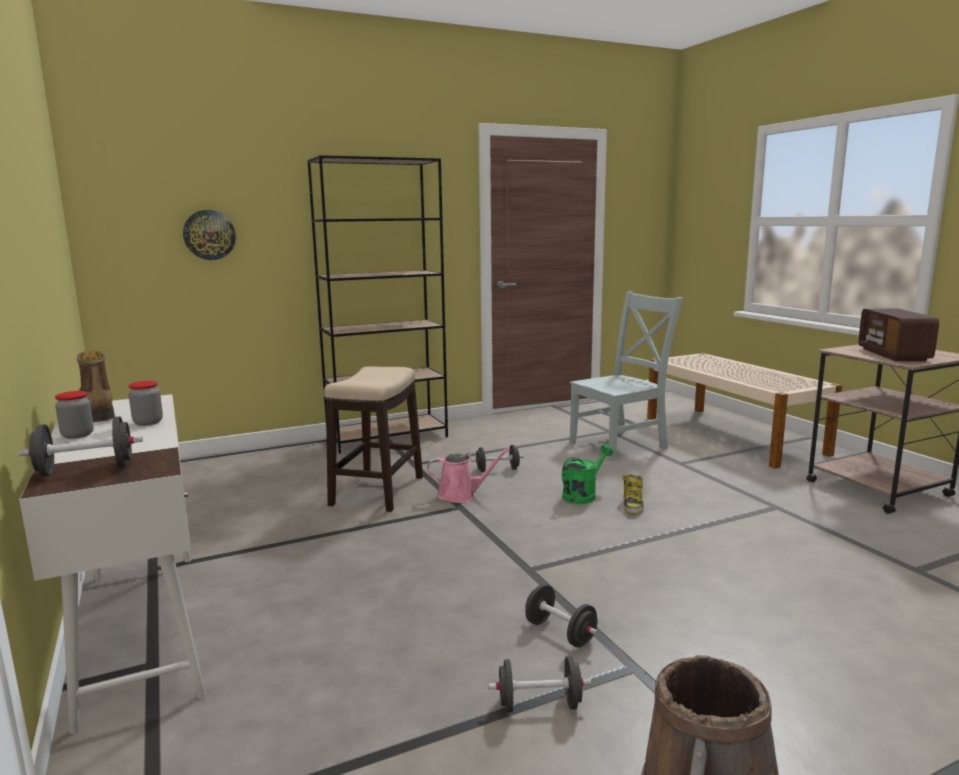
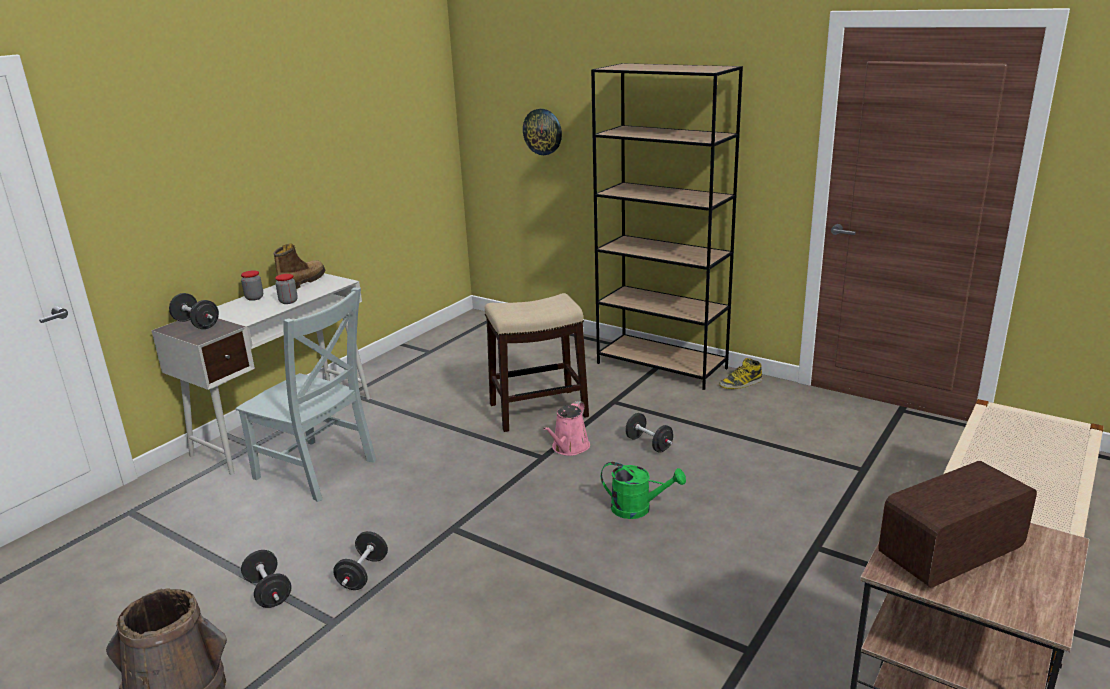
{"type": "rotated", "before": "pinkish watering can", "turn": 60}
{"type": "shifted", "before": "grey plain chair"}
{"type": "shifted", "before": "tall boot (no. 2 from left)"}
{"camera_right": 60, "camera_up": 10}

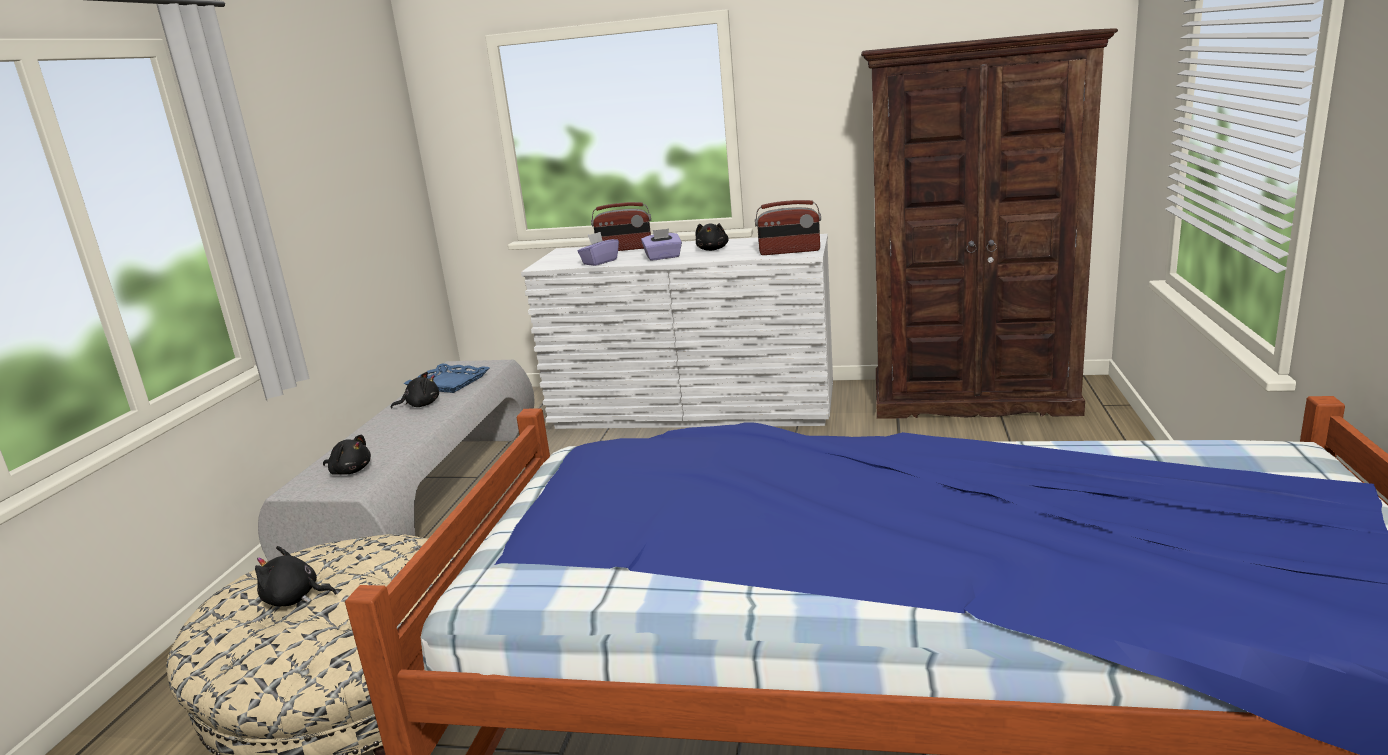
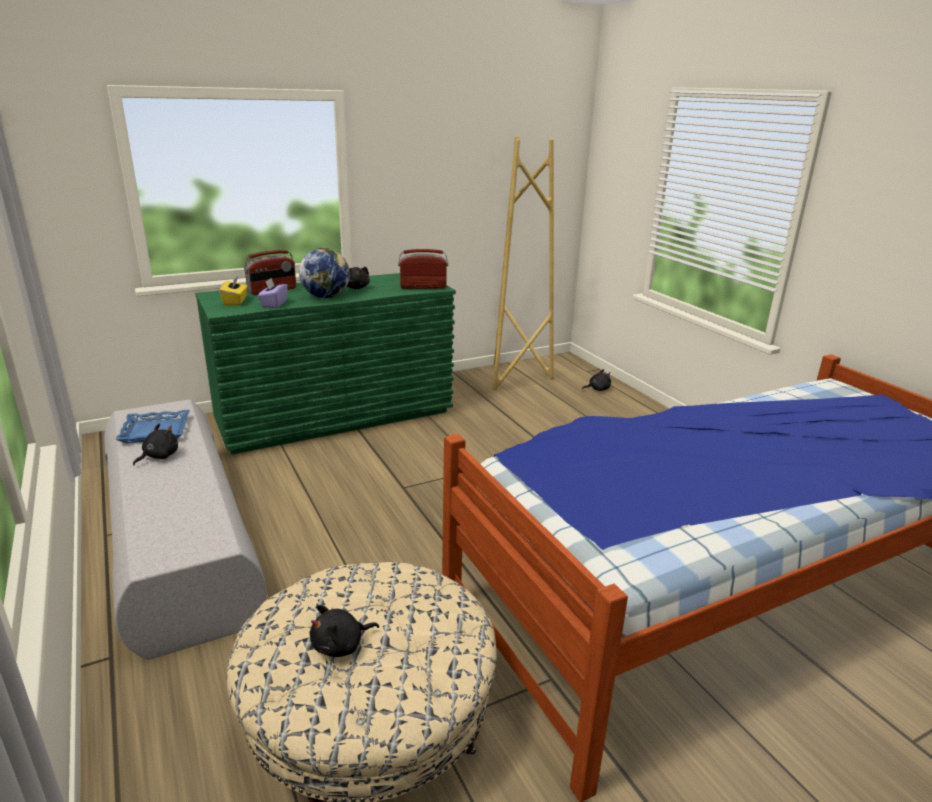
{"type": "shifted", "before": "black plush toy (no. 2 from left in the first image)", "after": "black plush toy (no. 4 from left)"}
{"type": "repainted", "before": "white-coloured dresser", "after": "green dresser"}
{"type": "swapped", "before": "purple-coloured box of tissues (no. 2 from left)", "after": "desk globe"}
{"type": "rotated", "before": "radio (no. 2 from left)", "turn": -150}
{"type": "swapped", "before": "brown-coloured armoire", "after": "yellowish garment stand"}
{"type": "new", "after": "yellowish box of tissues"}
{"camera_right": -40, "camera_up": 5}

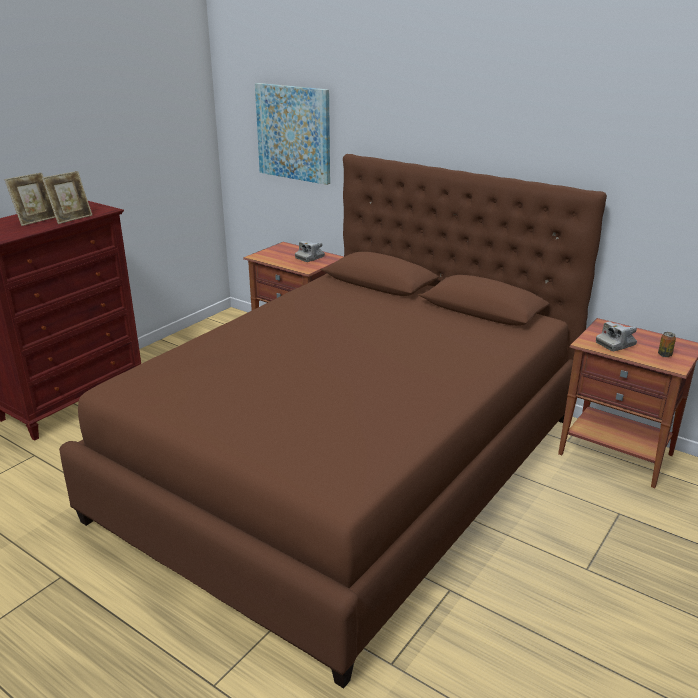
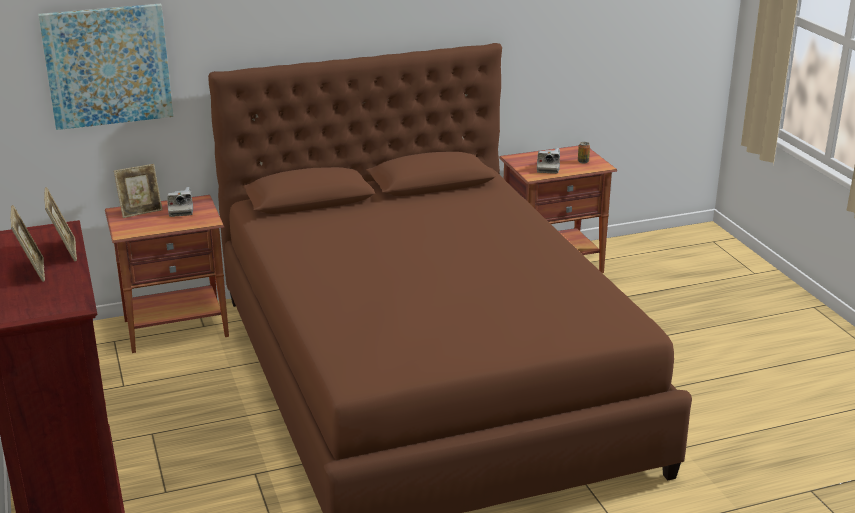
{"type": "new", "after": "photo frame (no. 3 from left)"}
{"camera_right": -55, "camera_up": 0}

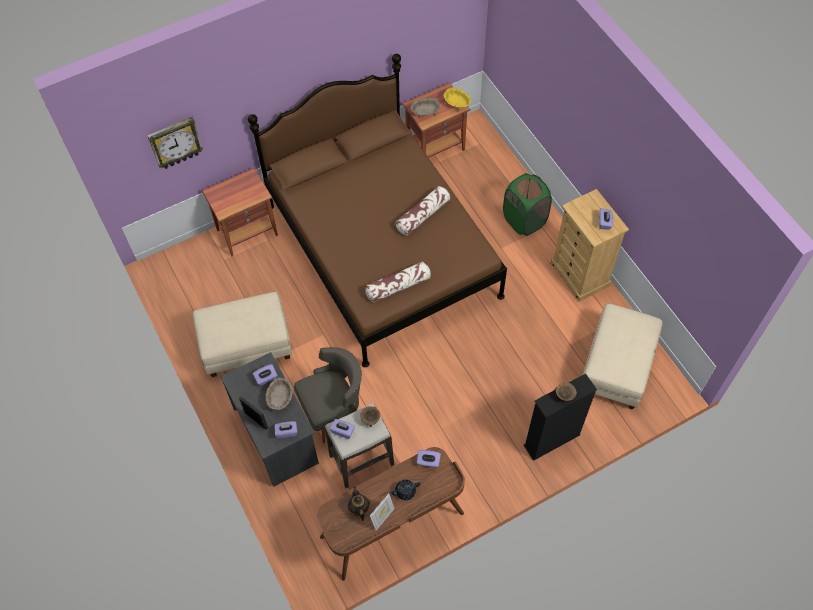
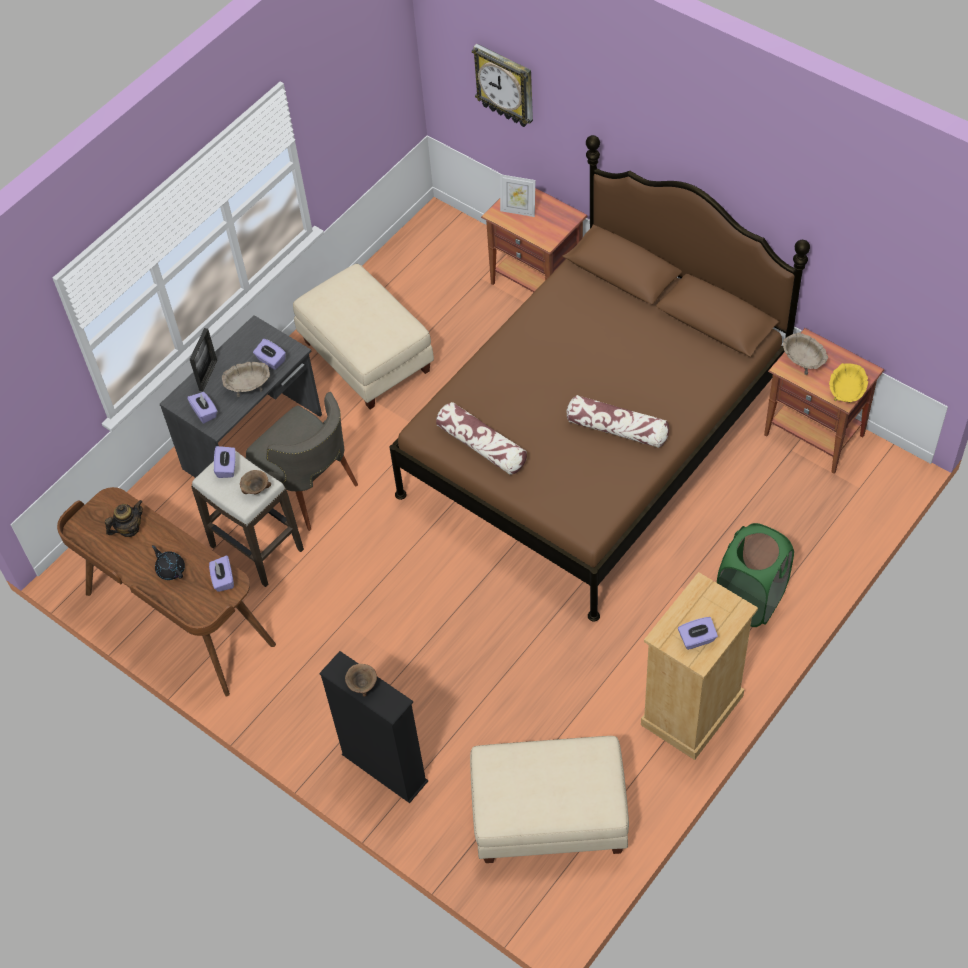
{"type": "shifted", "before": "photo frame (no. 2 from left)"}
{"camera_right": 70, "camera_up": -5}

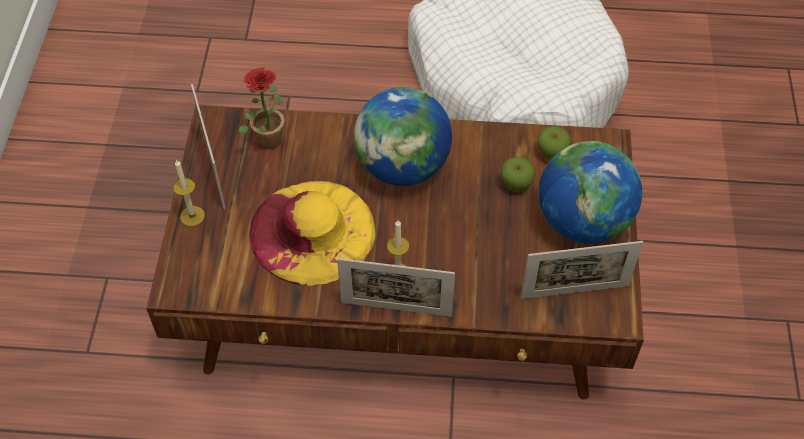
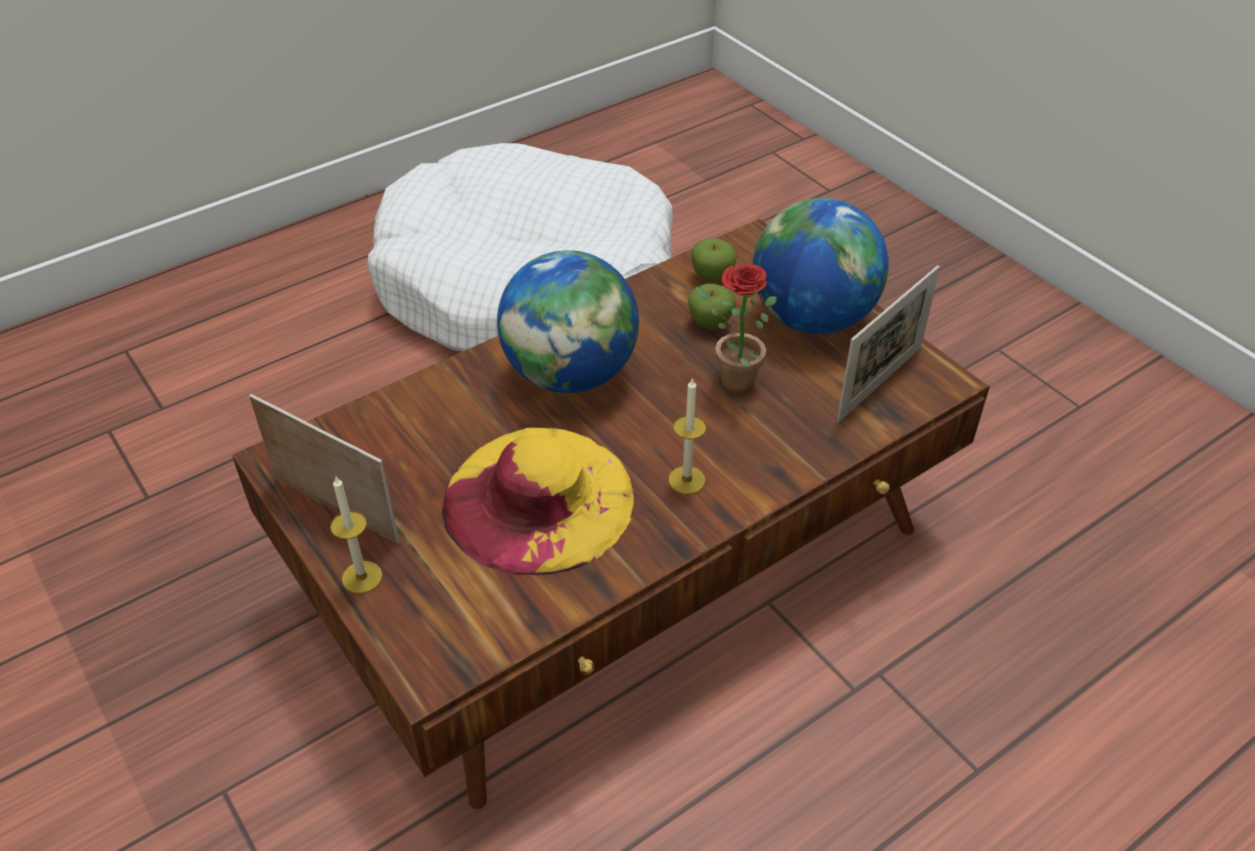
{"type": "shifted", "before": "potted plant"}
{"type": "gone", "before": "photo frame (no. 2 from left)"}
{"camera_right": -40, "camera_up": -10}

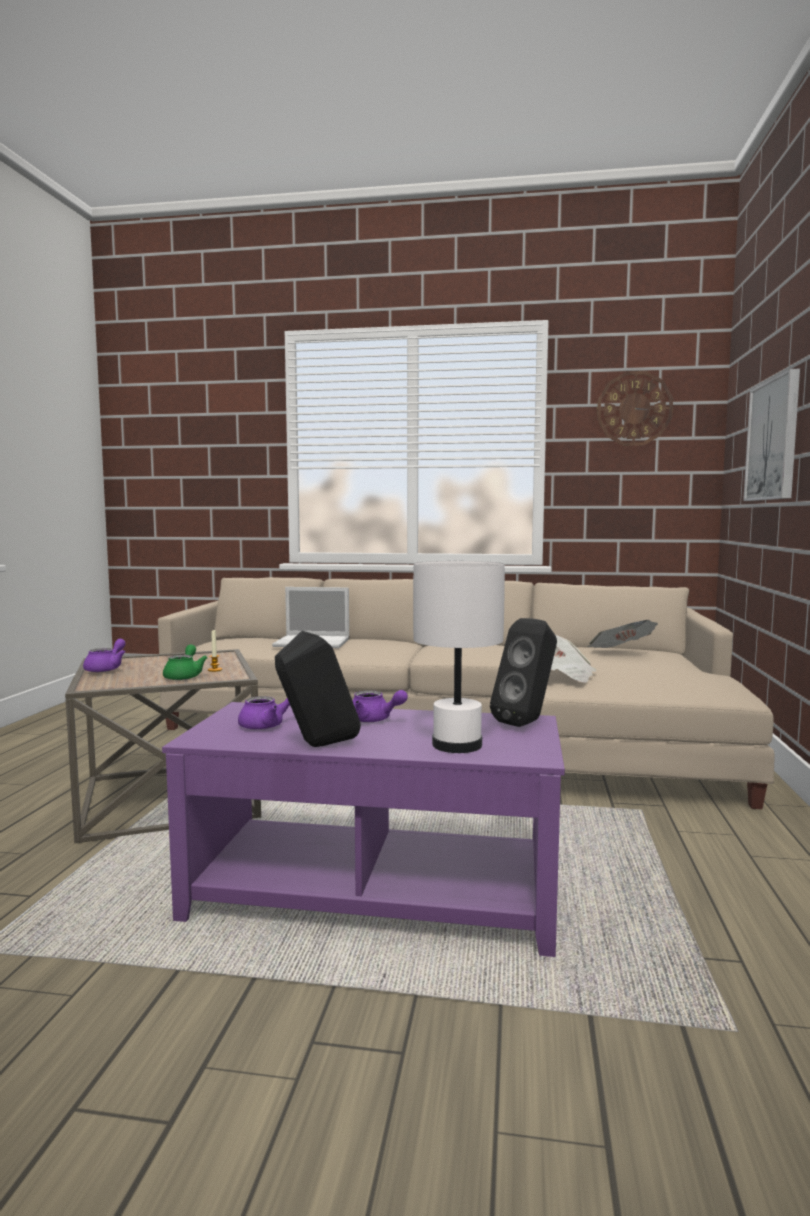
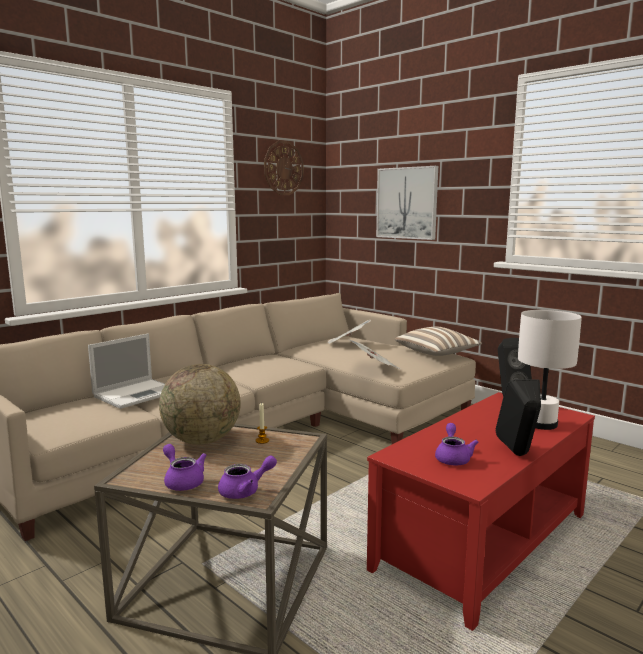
{"type": "repainted", "before": "purple-coloured low table", "after": "reddish low table"}
{"type": "gone", "before": "green pot for tea"}
{"type": "shifted", "before": "purple-coloured pot for tea (no. 3 from left in the first image)", "after": "purple-coloured pot for tea (no. 2 from left)"}
{"type": "new", "after": "desk globe"}
{"type": "new", "after": "pillow"}
{"camera_right": -55, "camera_up": 5}

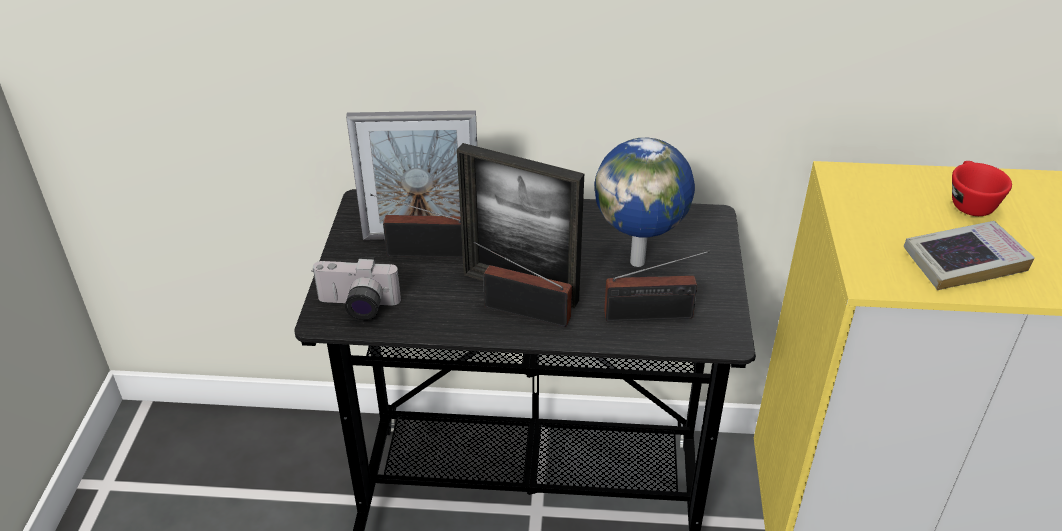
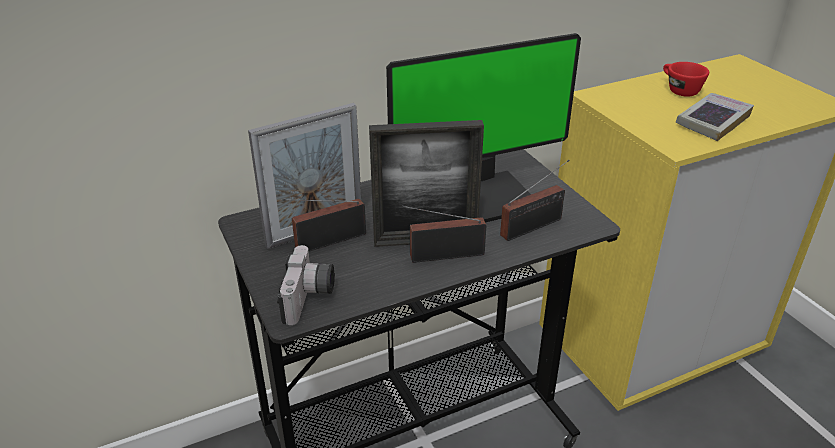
{"type": "rotated", "before": "photo camera", "turn": -60}
{"type": "swapped", "before": "desk globe", "after": "monitor"}
{"camera_right": -30, "camera_up": -5}

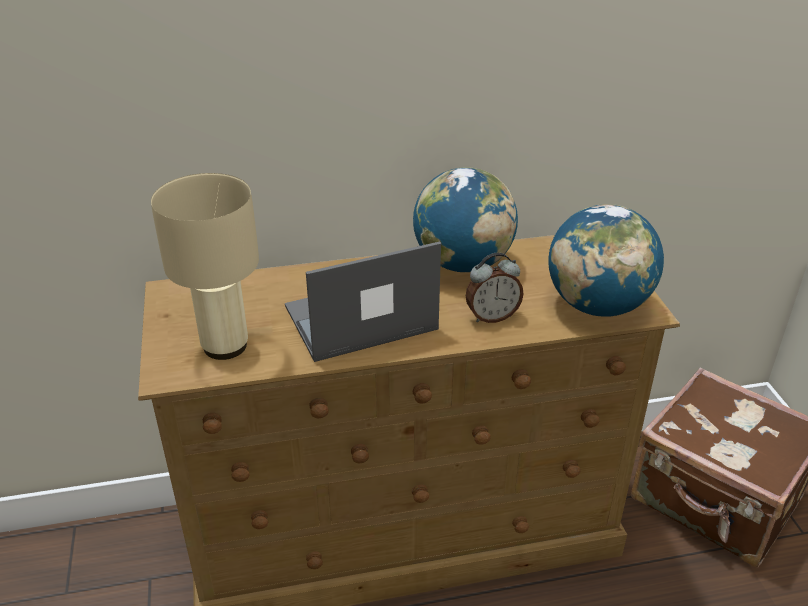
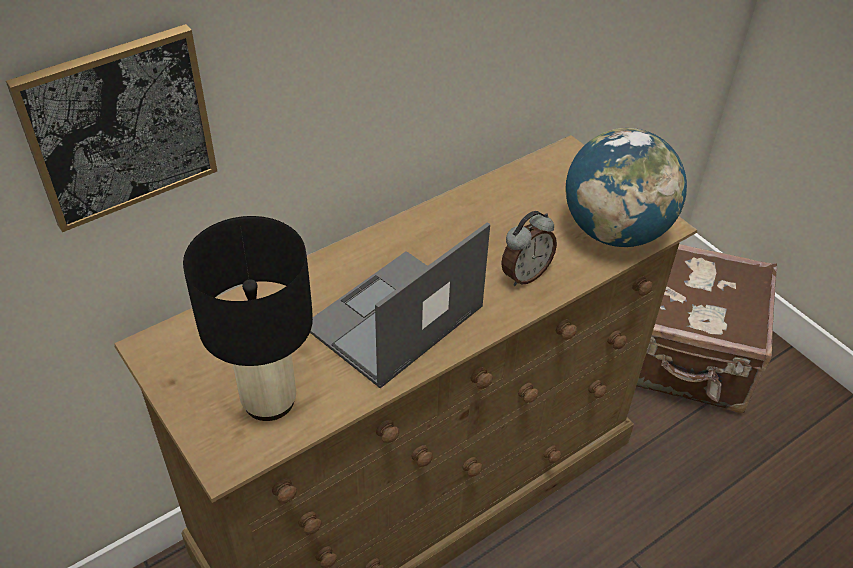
{"type": "repainted", "before": "sand-coloured lamp for a table", "after": "black lamp for a table"}
{"type": "gone", "before": "desk globe (no. 1 from left)"}
{"type": "new", "after": "wall picture"}
{"camera_right": -25, "camera_up": 10}

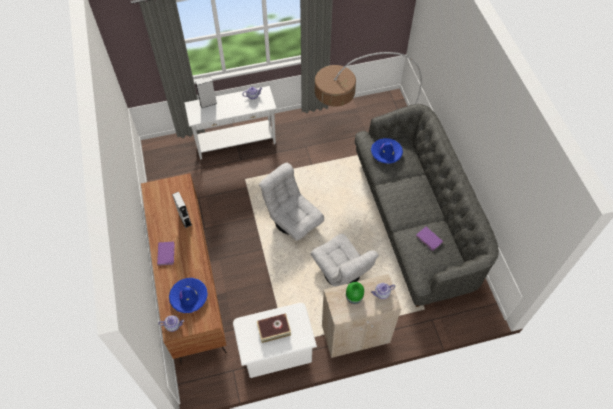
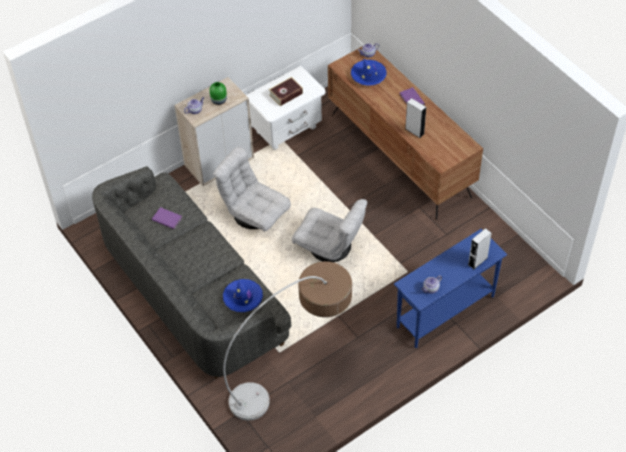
{"type": "repainted", "before": "white-coloured hall table", "after": "blue-coloured hall table"}
{"camera_right": 160, "camera_up": -5}

